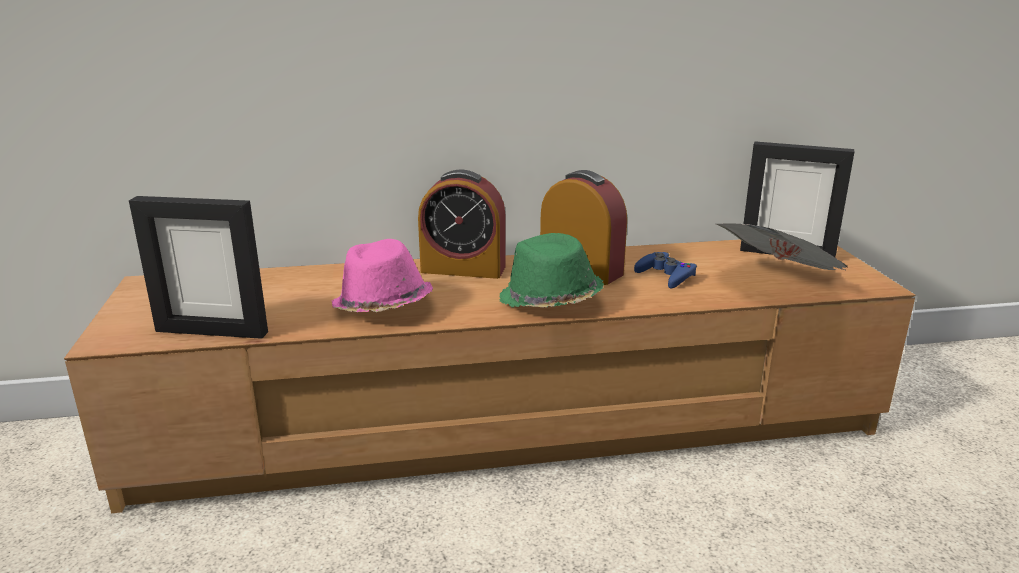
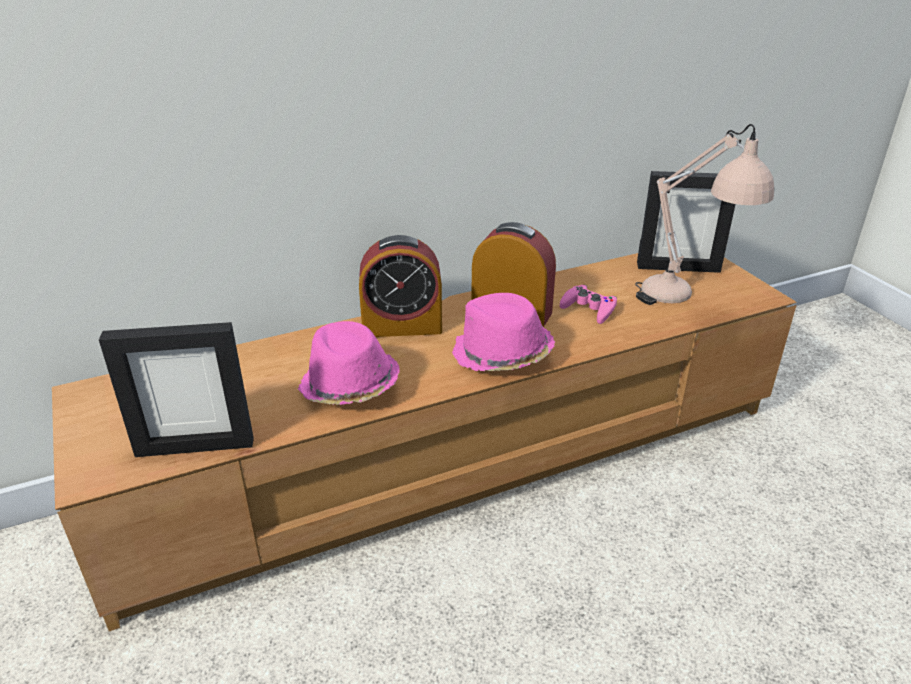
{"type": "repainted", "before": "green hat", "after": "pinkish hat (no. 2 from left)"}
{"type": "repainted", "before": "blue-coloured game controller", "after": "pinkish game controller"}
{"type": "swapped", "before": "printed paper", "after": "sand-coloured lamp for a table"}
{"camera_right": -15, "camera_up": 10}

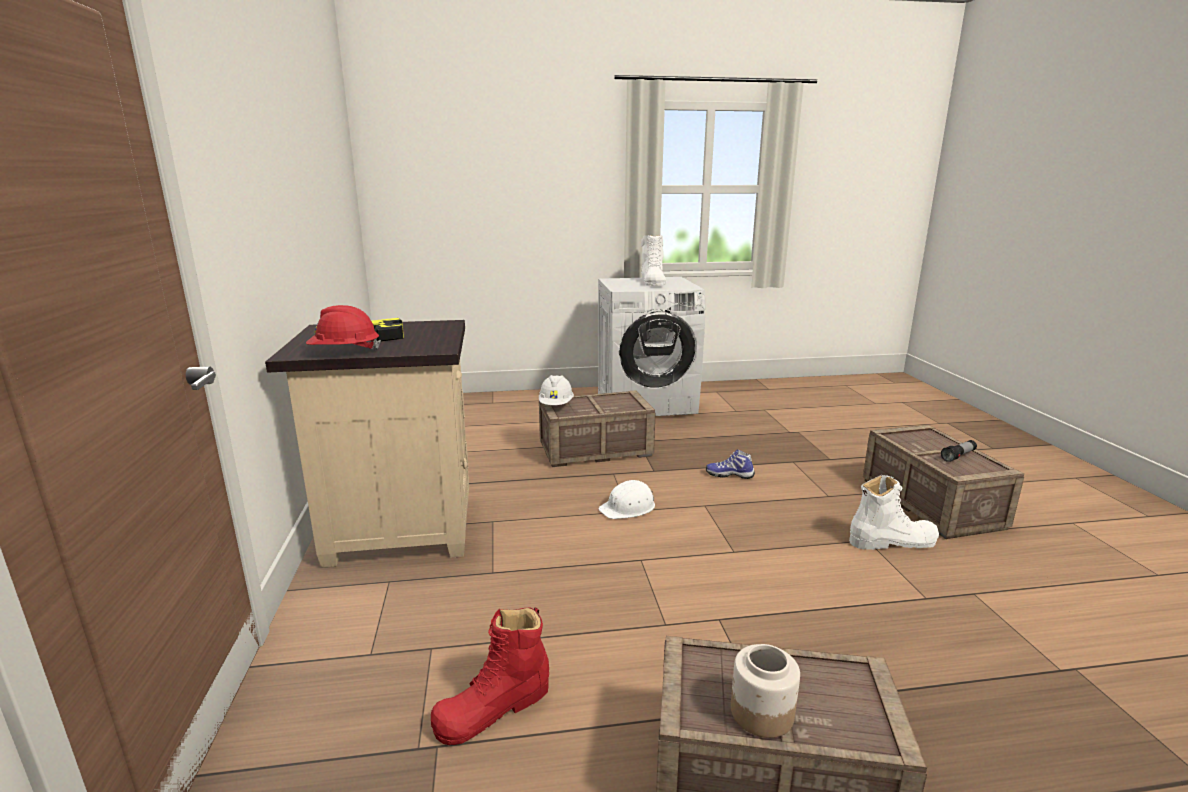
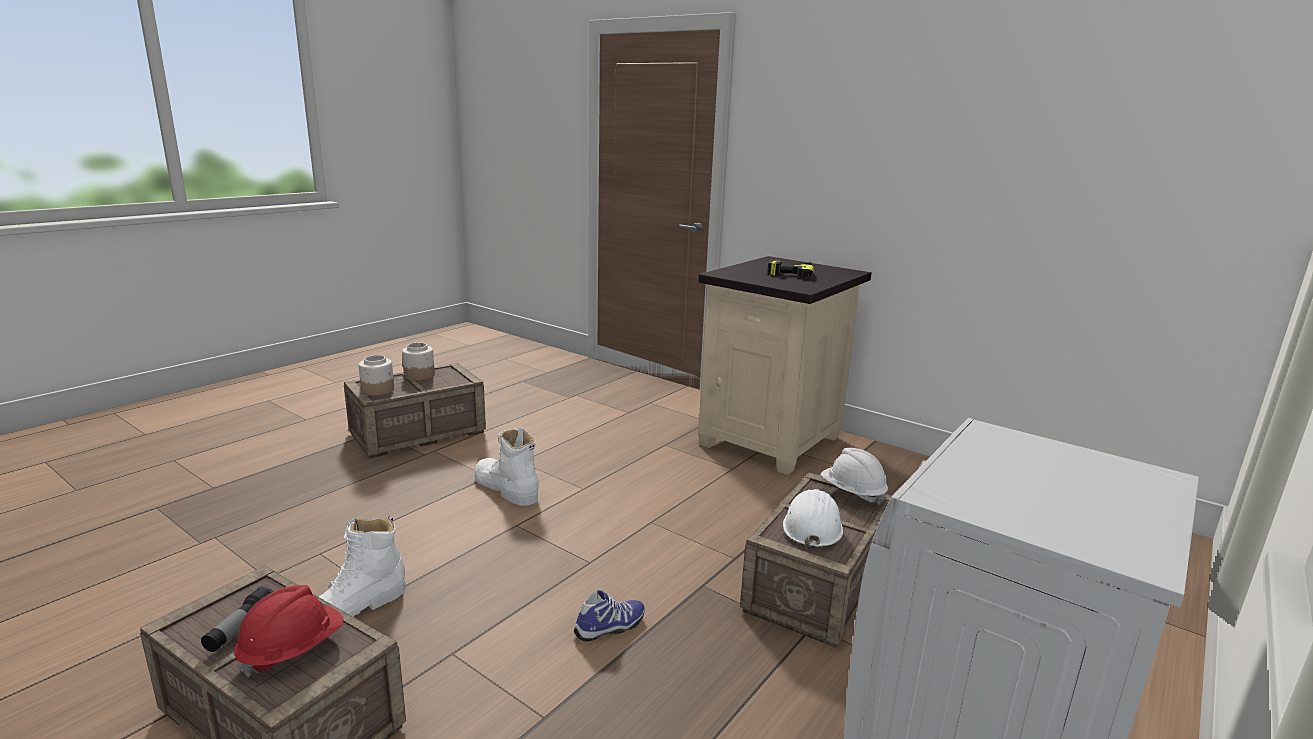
{"type": "shifted", "before": "reddish safety helmet"}
{"type": "gone", "before": "reddish tall boot"}
{"type": "shifted", "before": "white-coloured safety helmet (no. 2 from left in the first image)", "after": "white-coloured safety helmet (no. 1 from left)"}
{"type": "shifted", "before": "white-coloured tall boot (no. 1 from left in the first image)", "after": "white-coloured tall boot (no. 2 from left)"}
{"type": "new", "after": "preserve jar (no. 1 from left)"}
{"camera_right": 135, "camera_up": 0}

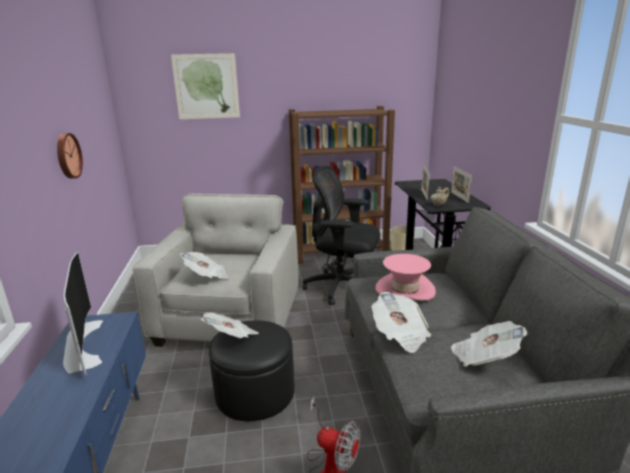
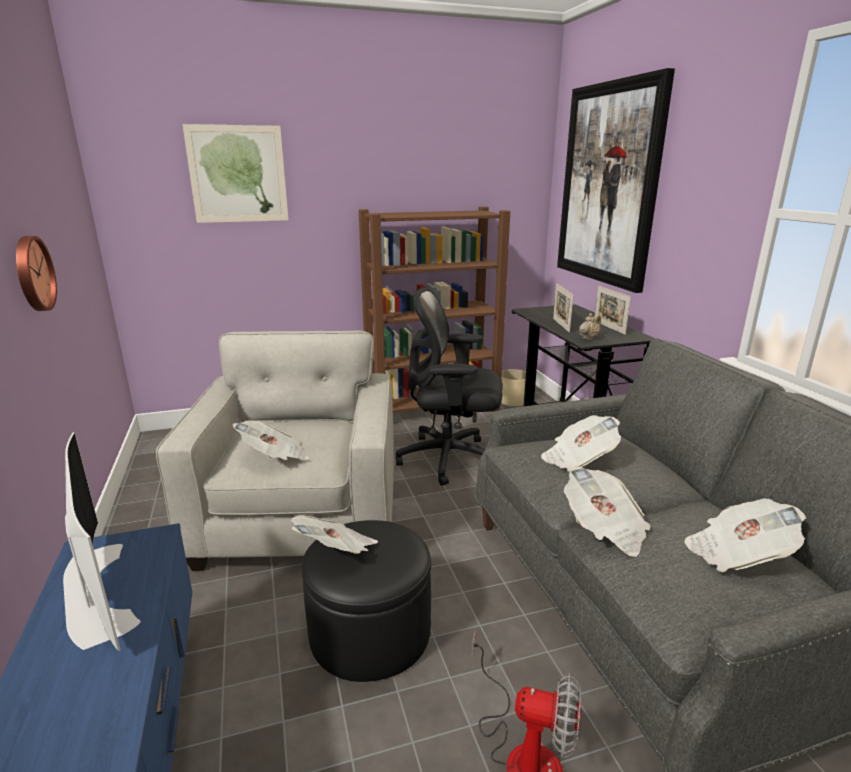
{"type": "swapped", "before": "pinkish hat", "after": "printed paper (no. 3 from left)"}
{"type": "new", "after": "wall picture (no. 2 from left)"}
{"camera_right": -10, "camera_up": 0}

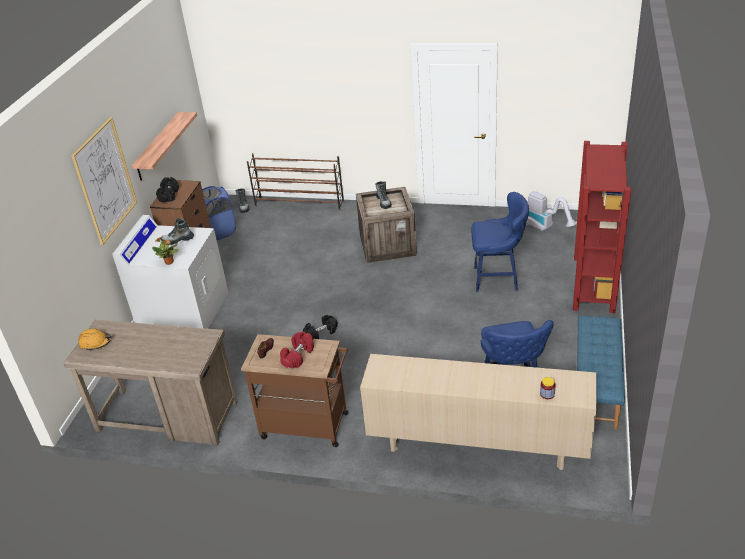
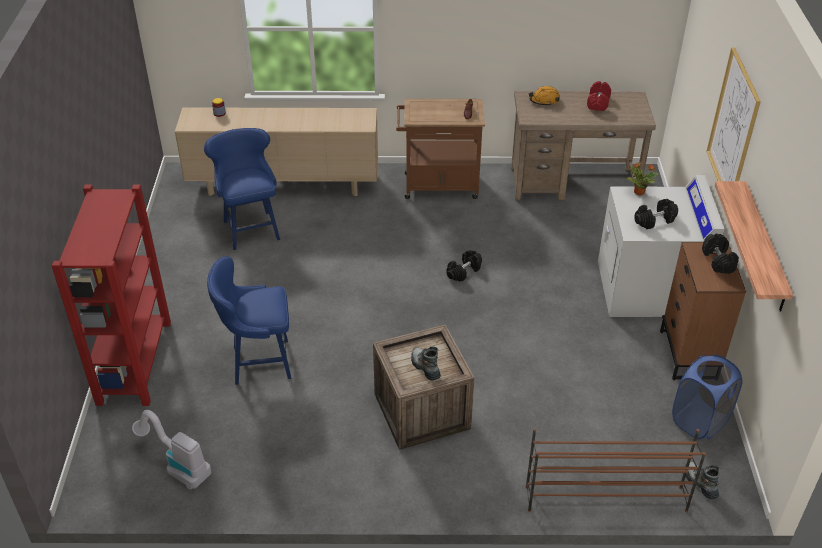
{"type": "shifted", "before": "orange safety helmet"}
{"type": "swapped", "before": "tall boot (no. 1 from left)", "after": "black hand weight (no. 2 from left)"}
{"type": "shifted", "before": "reddish hand weight"}
{"type": "gone", "before": "blue-coloured indoor bench"}
{"camera_right": 165, "camera_up": 5}

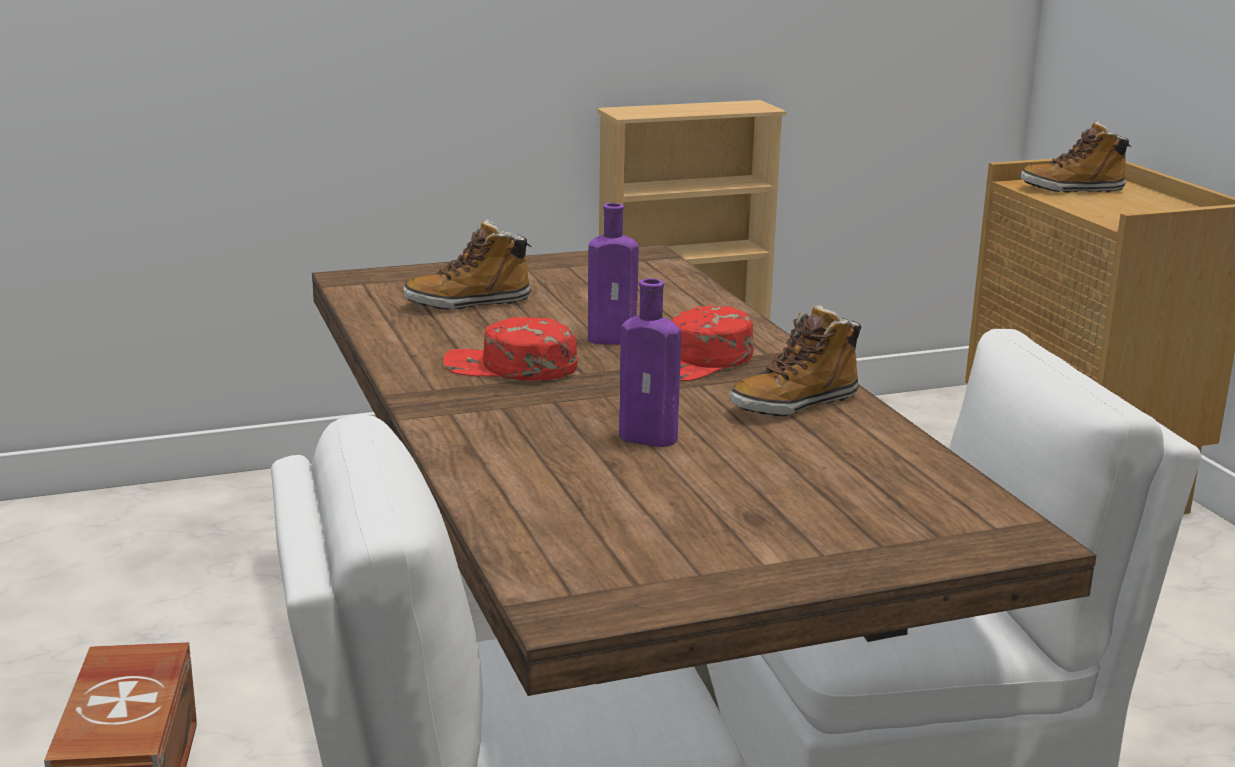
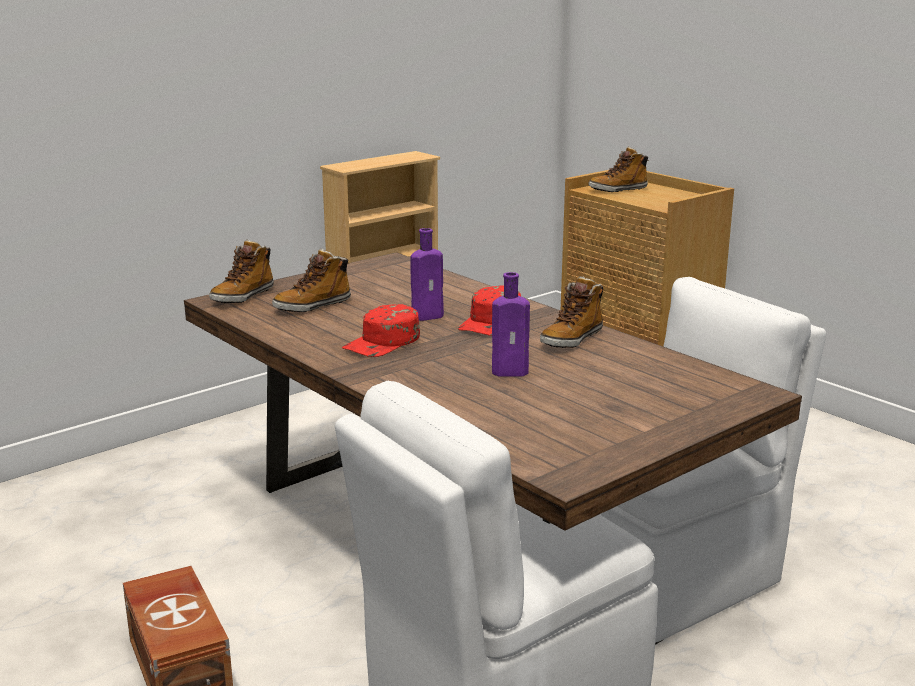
{"type": "rotated", "before": "reddish baseball cap (no. 1 from left)", "turn": -45}
{"type": "new", "after": "tall boot (no. 1 from left)"}
{"camera_right": -20, "camera_up": 0}

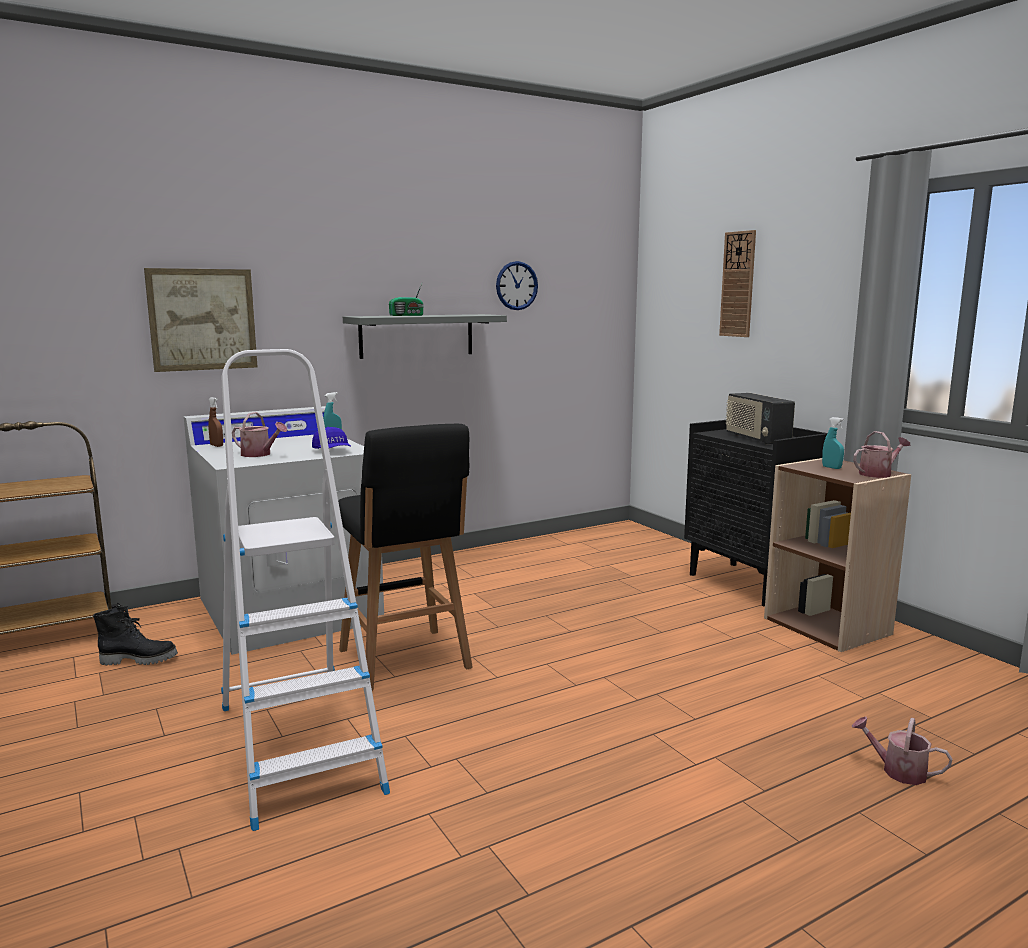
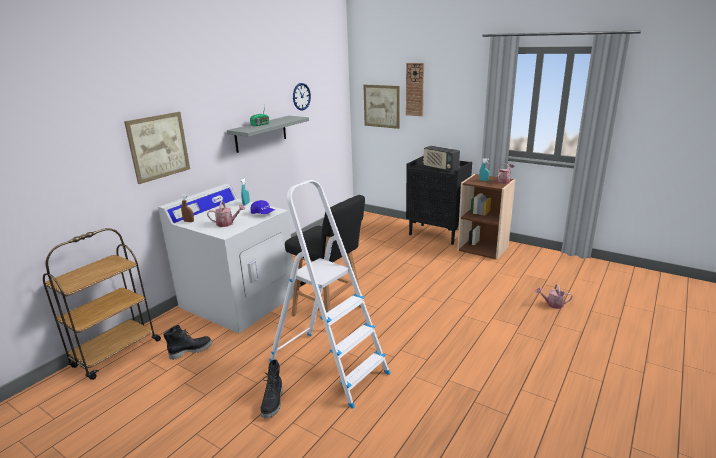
{"type": "new", "after": "black tall boot (no. 2 from left)"}
{"type": "new", "after": "wall picture (no. 2 from left)"}
{"camera_right": -25, "camera_up": 10}

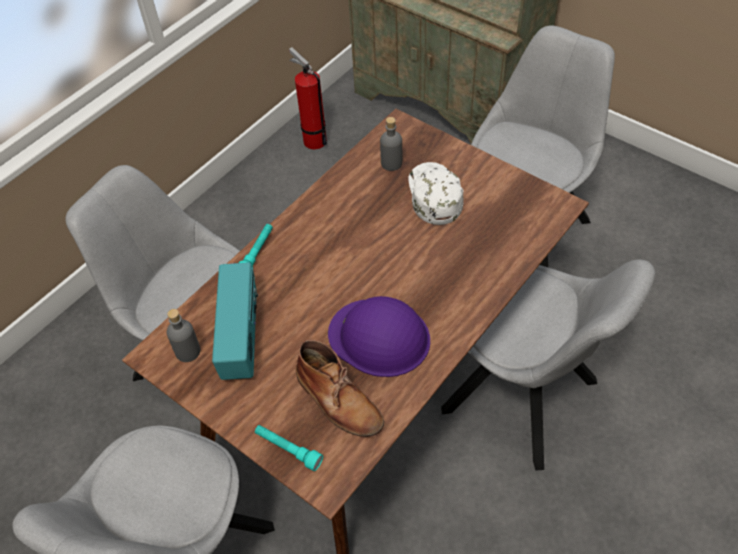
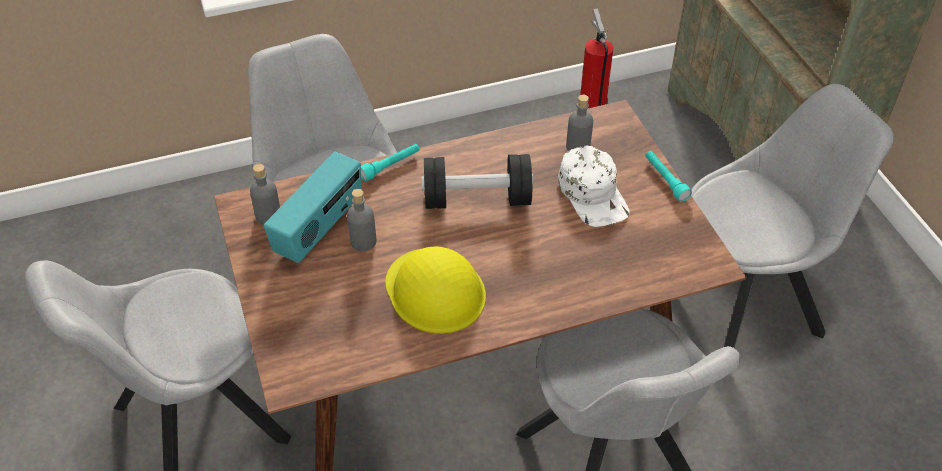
{"type": "shifted", "before": "turquoise-coloured hand torch (no. 2 from left)"}
{"type": "gone", "before": "brown-coloured tall boot"}
{"type": "repainted", "before": "purple-coloured safety helmet", "after": "yellowish safety helmet"}
{"type": "rotated", "before": "white-coloured baseball cap", "turn": 135}
{"type": "new", "after": "grey beverage bottle (no. 2 from left)"}
{"type": "new", "after": "black hand weight"}
{"camera_right": 30, "camera_up": -5}

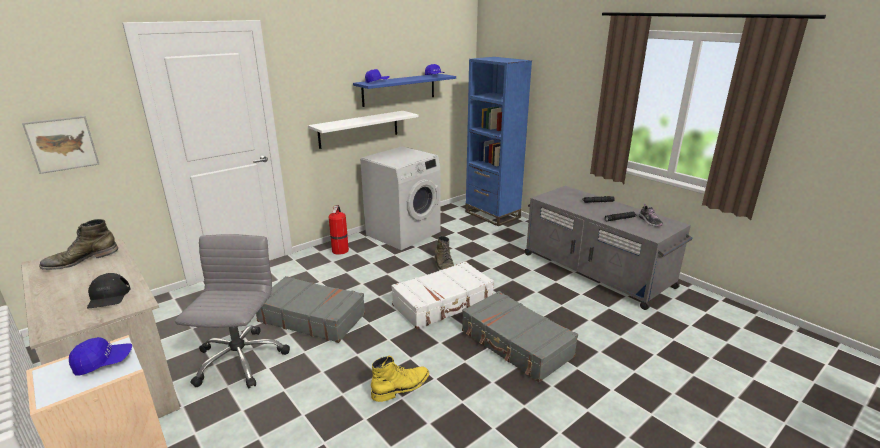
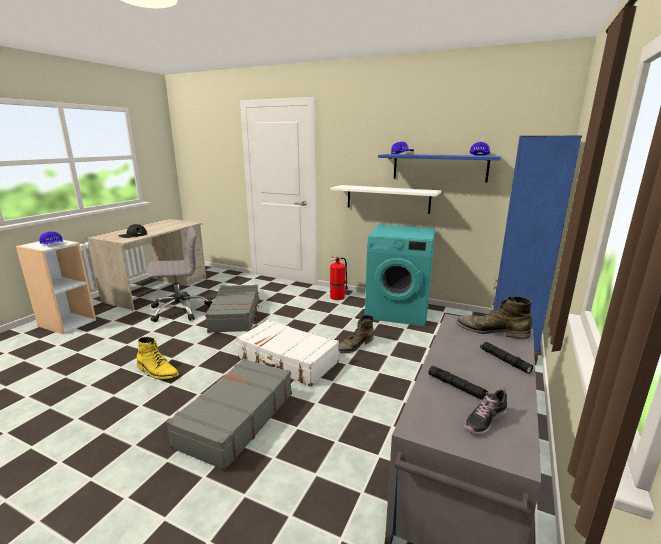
{"type": "gone", "before": "wall picture"}
{"type": "shifted", "before": "green tall boot (no. 1 from left in the first image)", "after": "green tall boot (no. 2 from left)"}
{"type": "repainted", "before": "white-coloured laundry machine", "after": "turquoise-coloured laundry machine"}
{"camera_right": 65, "camera_up": -5}

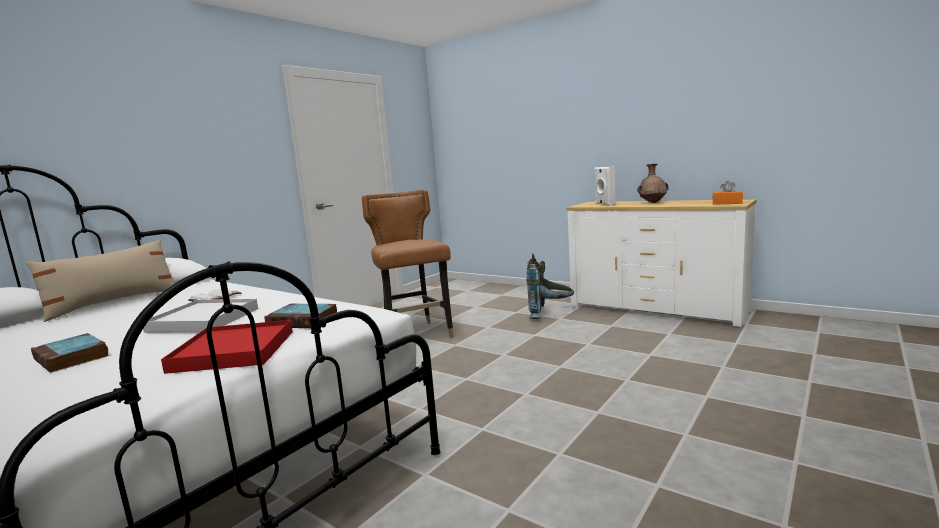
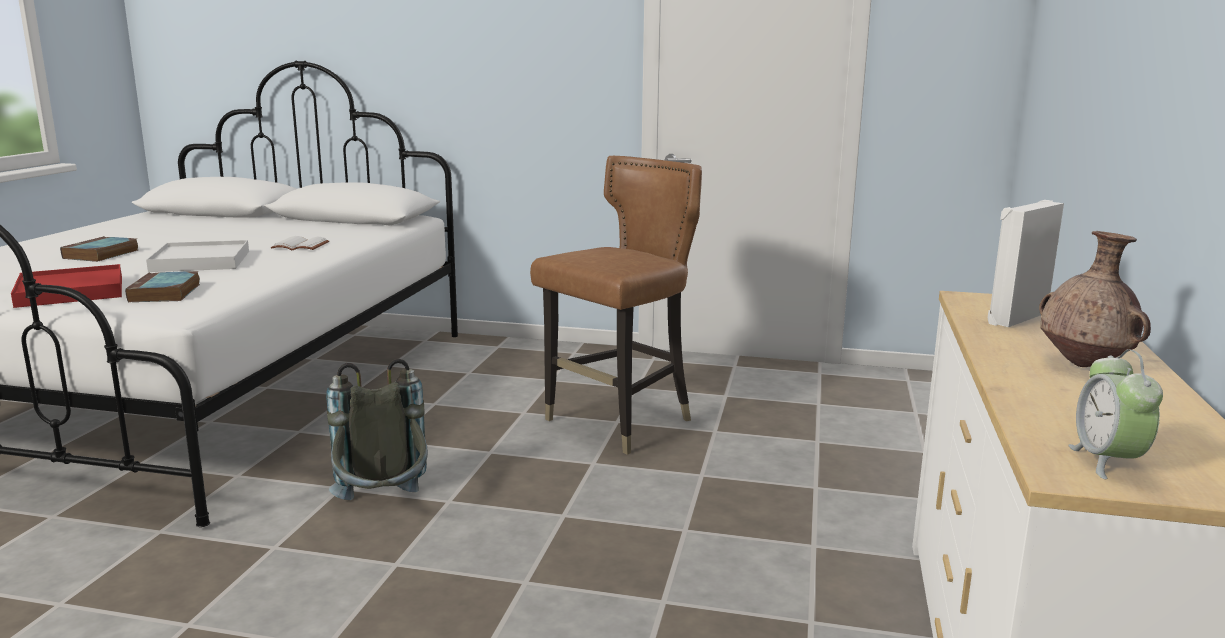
{"type": "gone", "before": "sand-coloured pillow"}
{"type": "shifted", "before": "grey knapsack"}
{"type": "swapped", "before": "orange box of tissues", "after": "table clock"}
{"camera_right": 65, "camera_up": 5}

